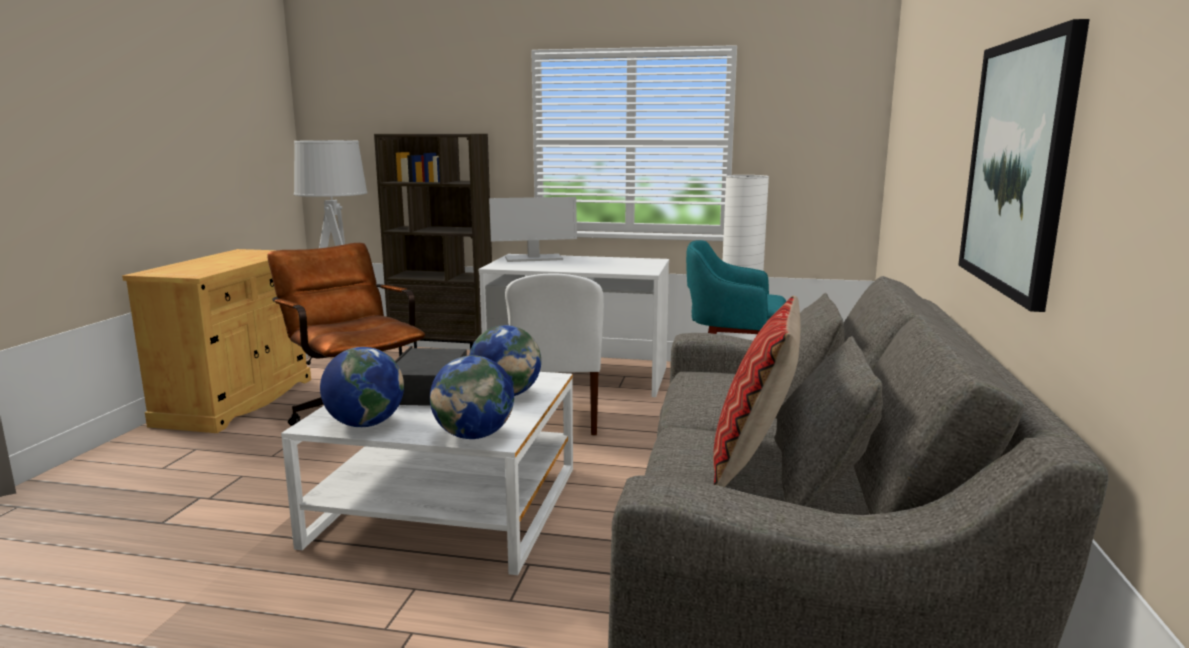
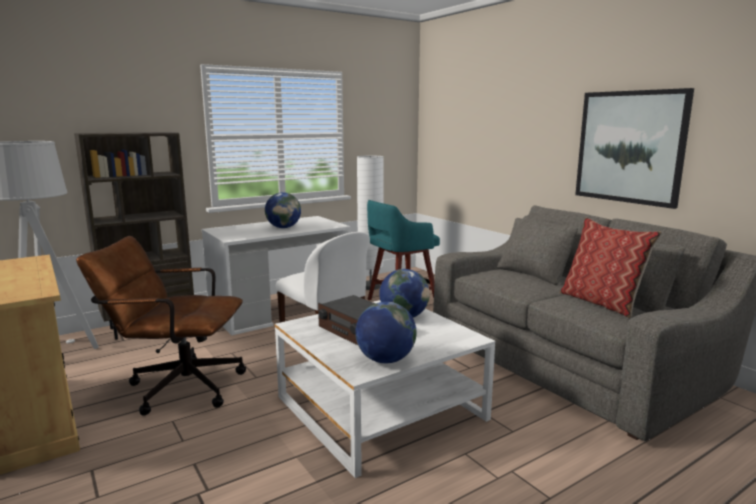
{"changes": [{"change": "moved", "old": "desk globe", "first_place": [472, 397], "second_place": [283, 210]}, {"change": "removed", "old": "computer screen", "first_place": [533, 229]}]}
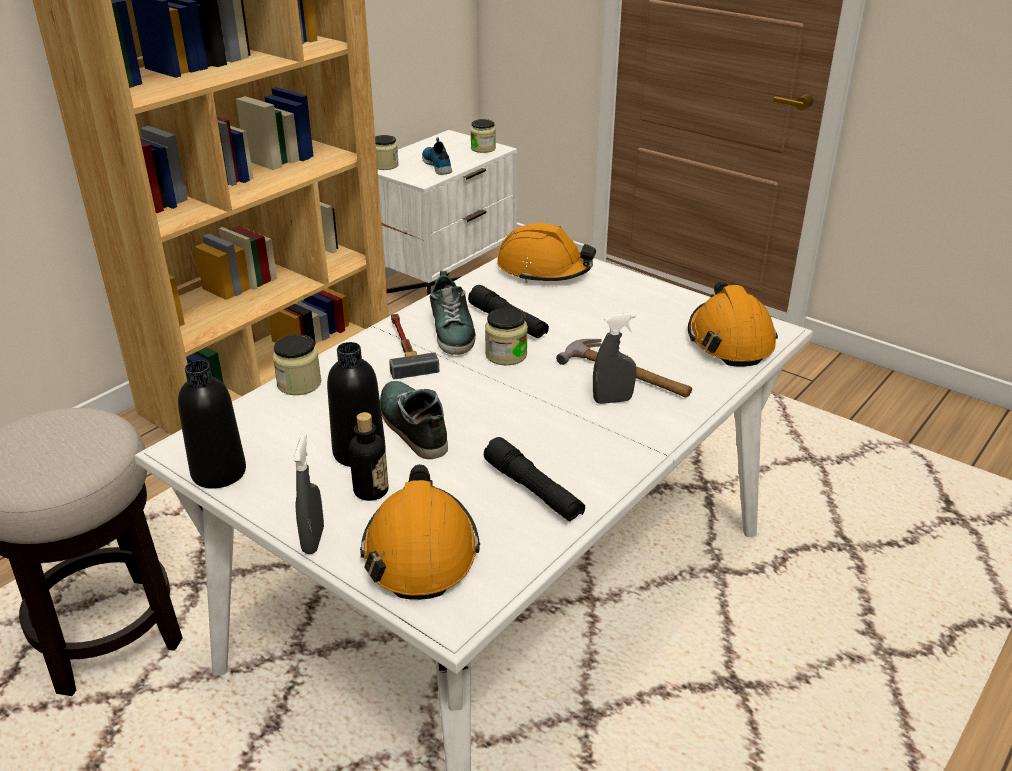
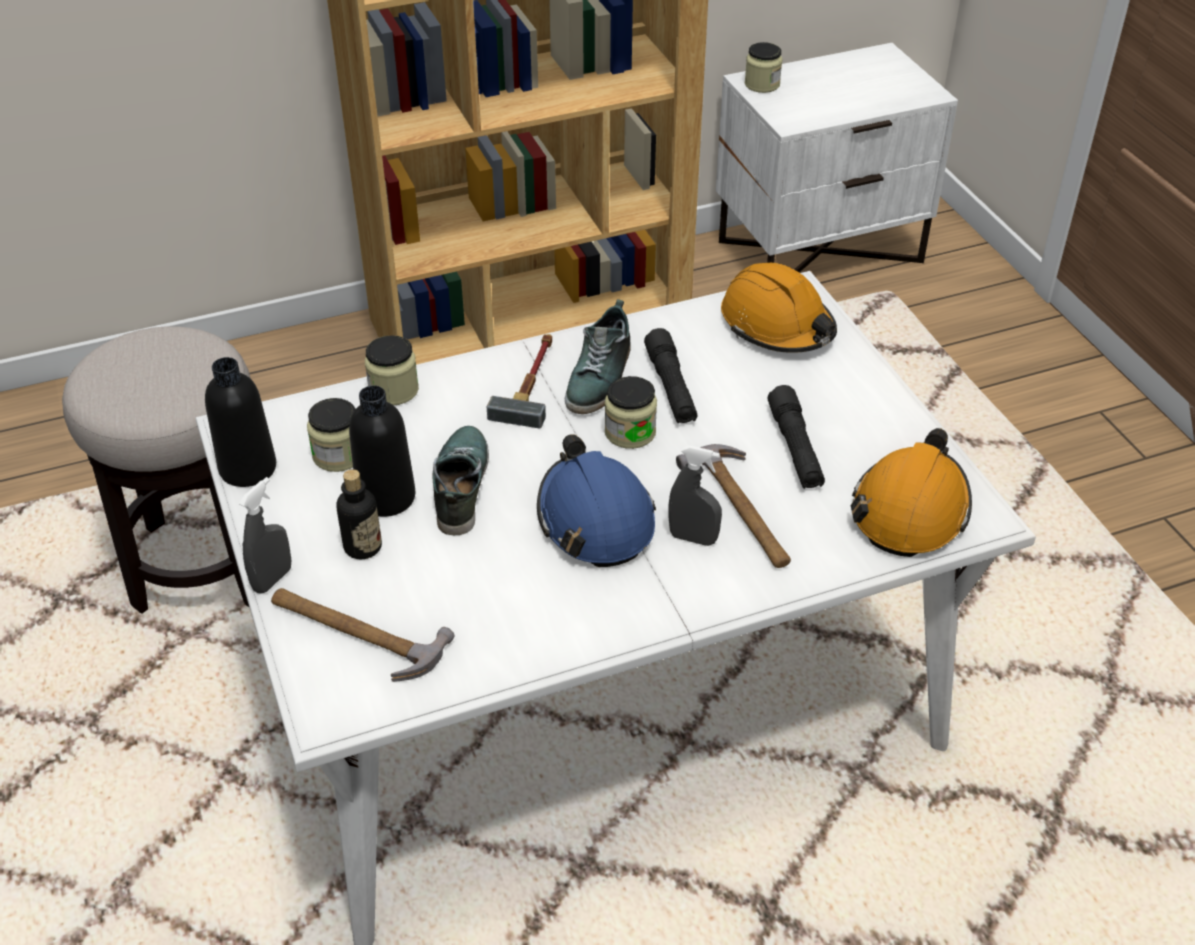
{"changes": [{"change": "replaced", "old": "orangey work helmet", "new": "hand hammer", "first_place": [420, 532], "second_place": [362, 635]}, {"change": "moved", "old": "jar", "first_place": [483, 136], "second_place": [331, 435]}, {"change": "added", "new": "blue work helmet", "second_place": [596, 500]}, {"change": "moved", "old": "black hand torch", "first_place": [534, 479], "second_place": [796, 437]}, {"change": "removed", "old": "low shoe", "first_place": [437, 156]}]}
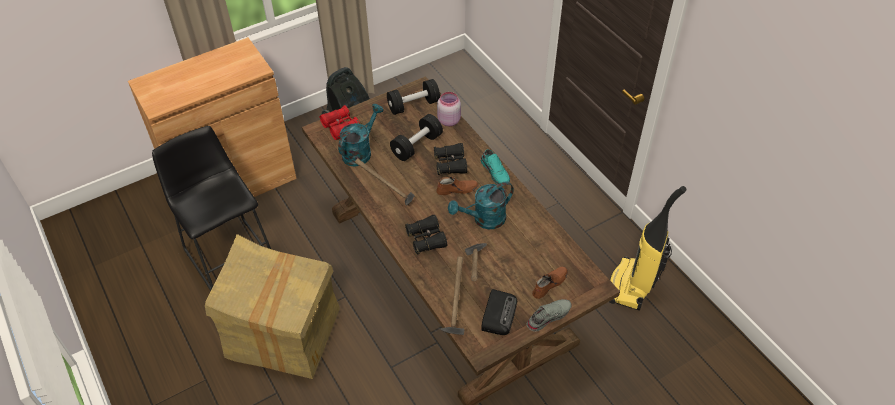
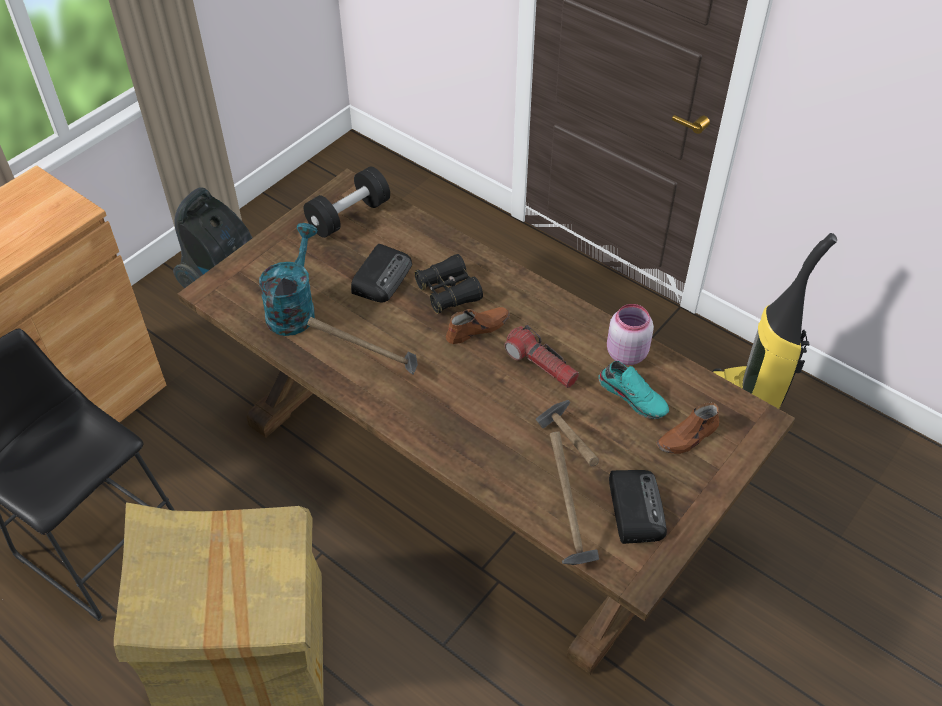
{"changes": [{"change": "replaced", "old": "black dumbbell", "new": "radio set", "first_place": [416, 137], "second_place": [381, 273]}, {"change": "replaced", "old": "turquoise-coloured sprinkling can", "new": "hand torch", "first_place": [481, 205], "second_place": [541, 356]}, {"change": "moved", "old": "turquoise-coloured low shoe", "first_place": [495, 166], "second_place": [634, 390]}, {"change": "moved", "old": "pink jar", "first_place": [449, 109], "second_place": [630, 334]}, {"change": "turned", "old": "brown-coloured low shoe", "first_place": [550, 283], "second_place": [687, 428], "degrees": -150}, {"change": "removed", "old": "red field glasses", "first_place": [339, 122]}, {"change": "removed", "old": "black field glasses", "first_place": [426, 234]}, {"change": "removed", "old": "greyish low shoe", "first_place": [548, 315]}]}
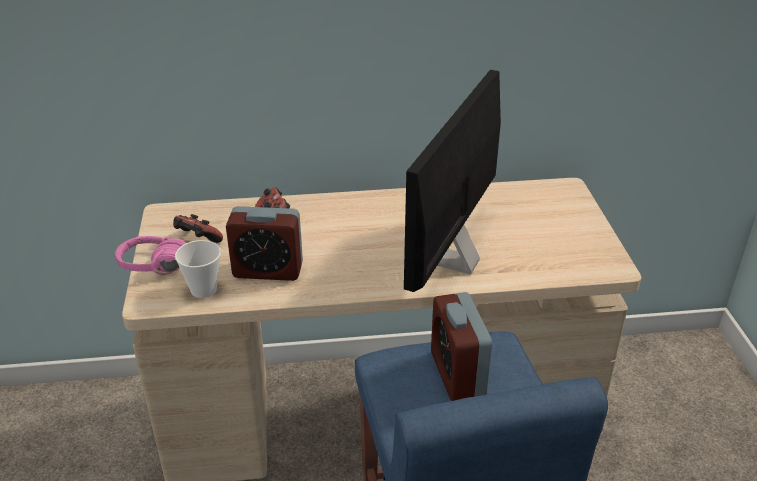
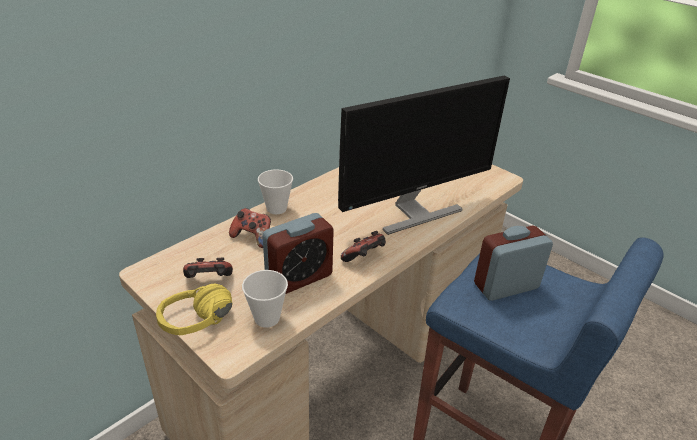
{"changes": [{"change": "recoloured", "old": "pink headset", "new": "yellow headset", "first_place": [150, 255], "second_place": [194, 309]}, {"change": "added", "new": "small cup", "second_place": [275, 191]}, {"change": "turned", "old": "computer screen", "first_place": [452, 181], "second_place": [424, 155], "degrees": -105}, {"change": "added", "new": "joypad", "second_place": [363, 246]}, {"change": "turned", "old": "alarm clock", "first_place": [461, 346], "second_place": [513, 263], "degrees": 120}]}
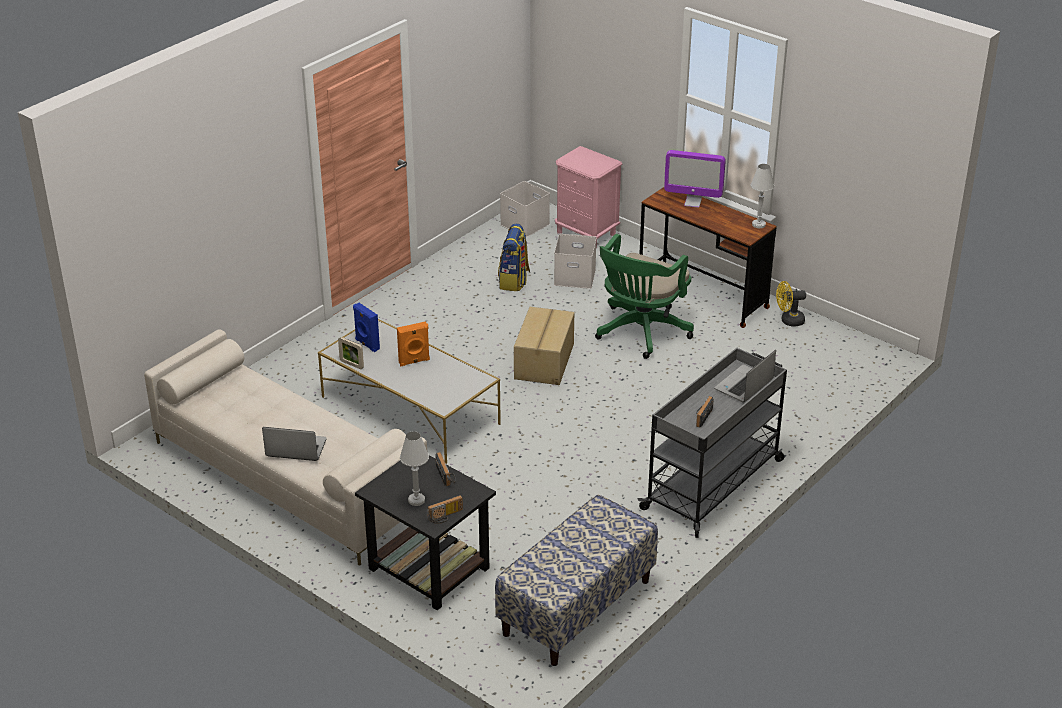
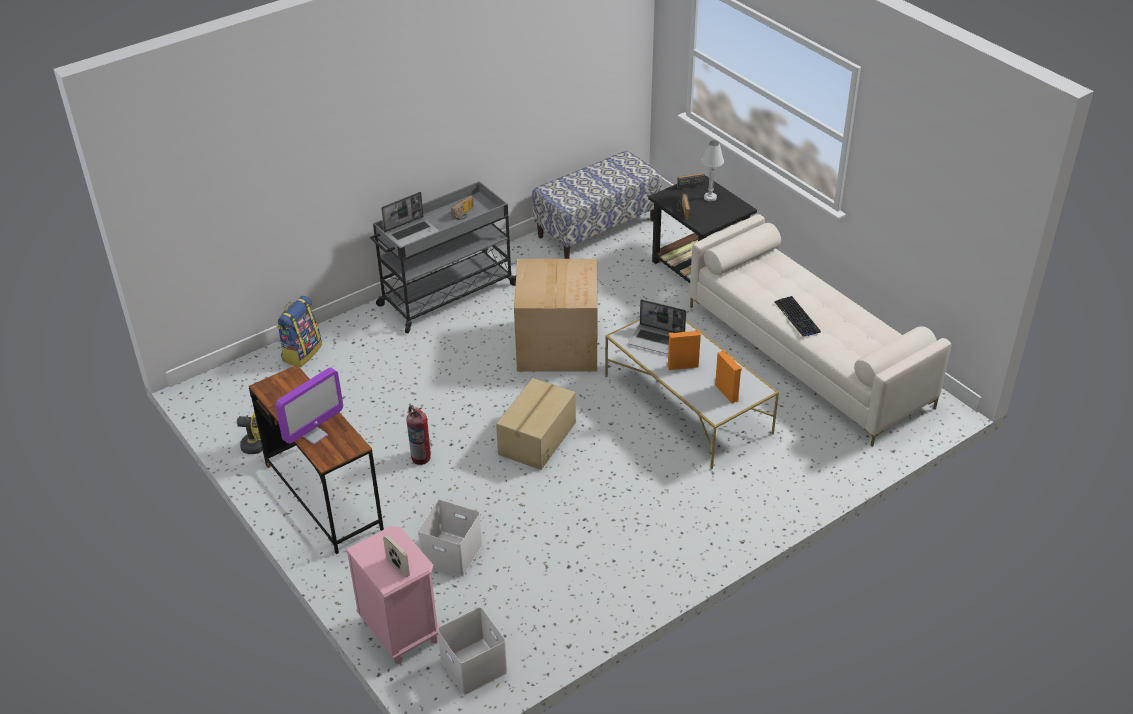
{"changes": [{"change": "turned", "old": "computer screen", "first_place": [695, 179], "second_place": [309, 405], "degrees": 105}, {"change": "moved", "old": "knapsack", "first_place": [514, 257], "second_place": [299, 331]}, {"change": "moved", "old": "picture frame", "first_place": [351, 353], "second_place": [396, 556]}, {"change": "replaced", "old": "greenish computer chair", "new": "extinguisher", "first_place": [644, 296], "second_place": [418, 435]}, {"change": "added", "new": "carton", "second_place": [555, 315]}, {"change": "moved", "old": "portable computer", "first_place": [294, 444], "second_place": [657, 326]}, {"change": "recoloured", "old": "blue speaker", "new": "orangey speaker", "first_place": [366, 327], "second_place": [728, 376]}, {"change": "added", "new": "computer keyboard", "second_place": [798, 316]}, {"change": "removed", "old": "whitish table lamp", "first_place": [762, 196]}]}
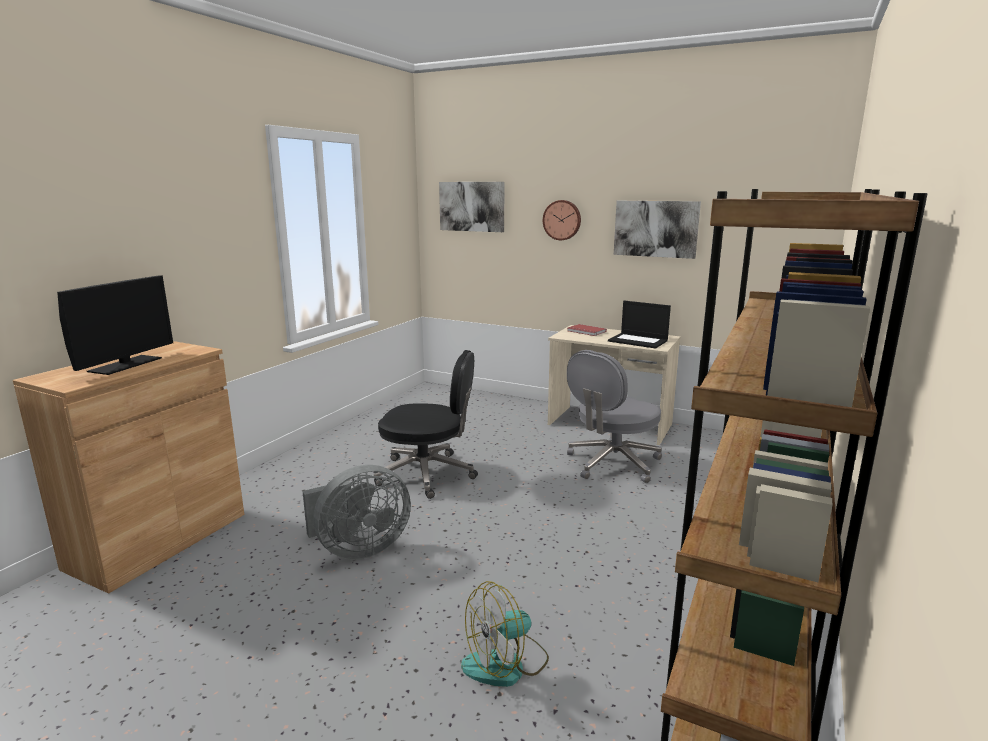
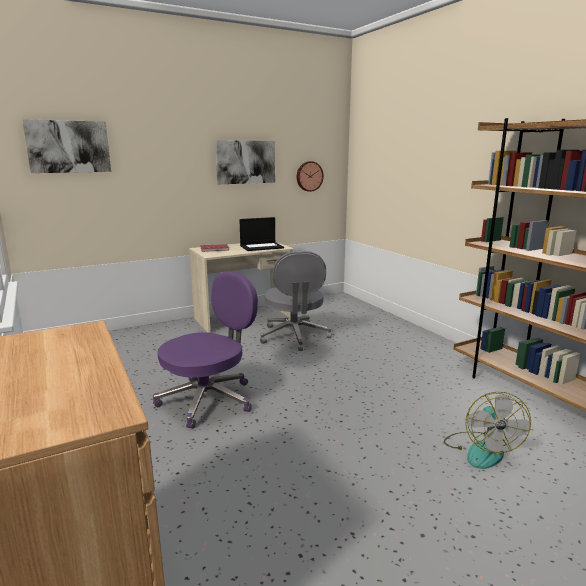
{"changes": [{"change": "recoloured", "old": "black computer chair", "new": "purple-coloured computer chair", "first_place": [426, 424], "second_place": [205, 349]}, {"change": "moved", "old": "wall clock", "first_place": [562, 220], "second_place": [310, 176]}, {"change": "removed", "old": "computer screen", "first_place": [115, 325]}, {"change": "removed", "old": "greyish cooling fan", "first_place": [357, 512]}]}
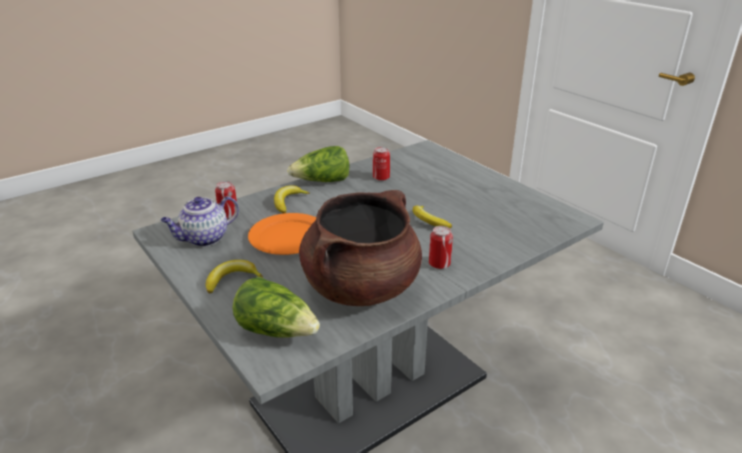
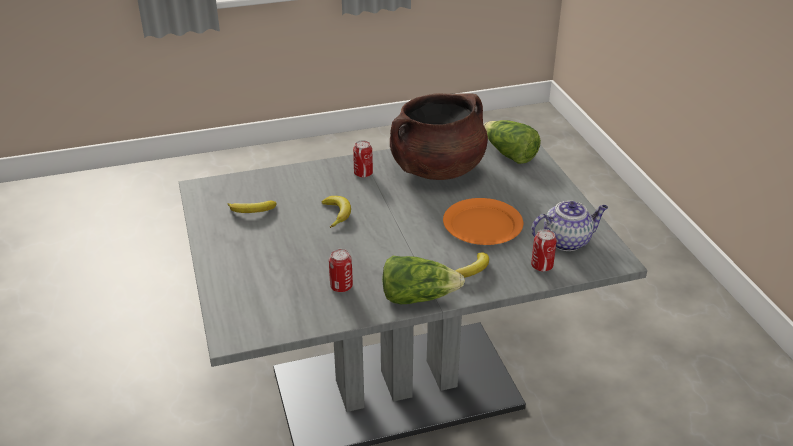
{"changes": [{"change": "moved", "old": "banana fruit", "first_place": [234, 276], "second_place": [252, 207]}]}
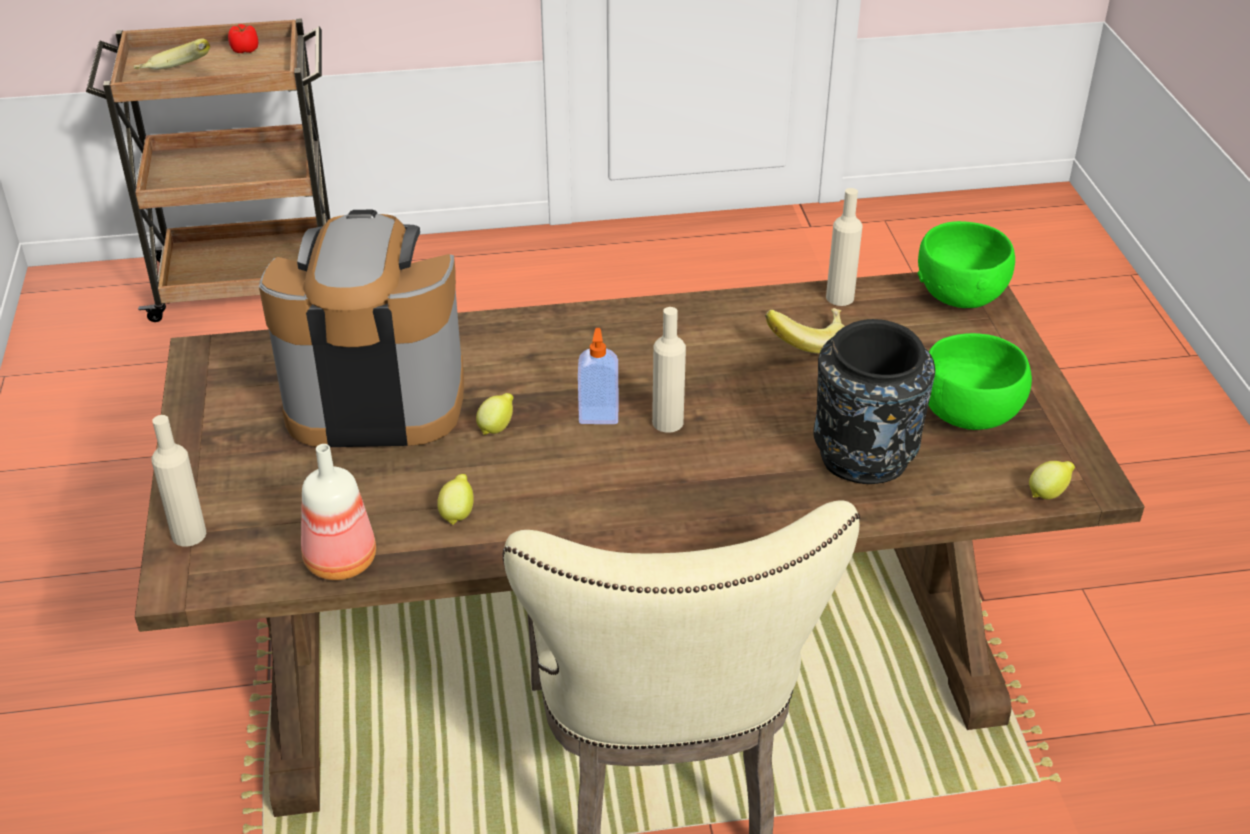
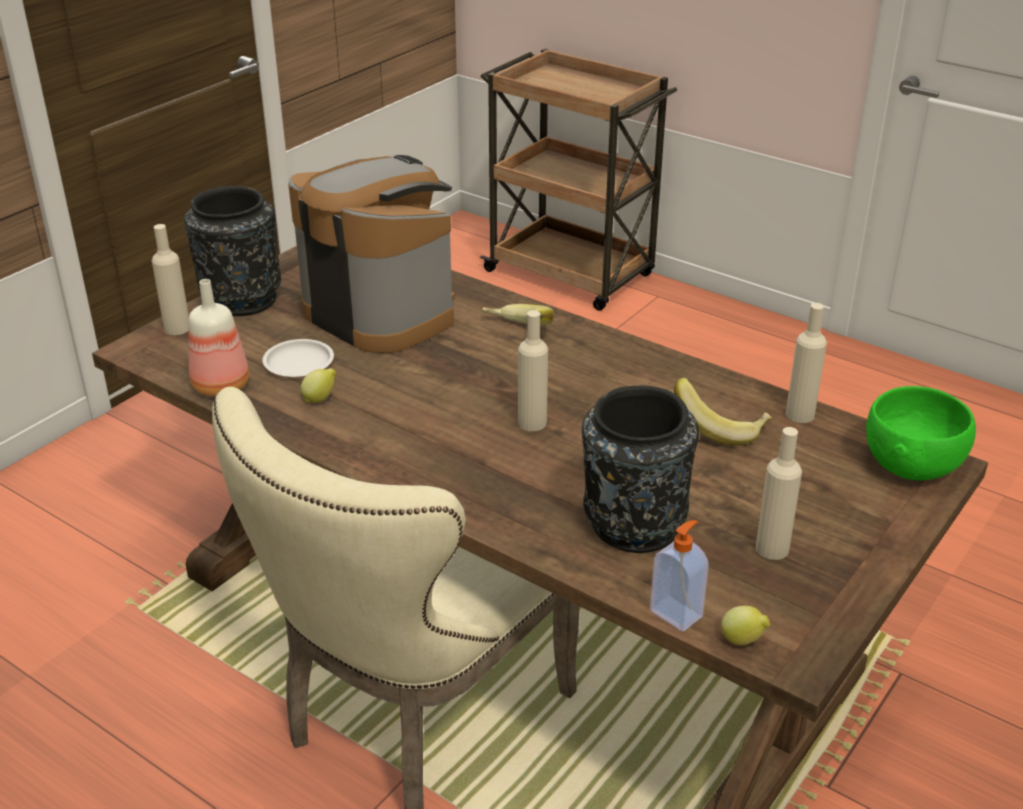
{"changes": [{"change": "added", "new": "black vase", "second_place": [232, 251]}, {"change": "added", "new": "whitish plate", "second_place": [298, 358]}, {"change": "moved", "old": "banana fruit", "first_place": [172, 54], "second_place": [518, 315]}, {"change": "moved", "old": "soap dispenser", "first_place": [598, 376], "second_place": [679, 576]}, {"change": "replaced", "old": "greenish deep dish", "new": "sand-coloured drink bottle", "first_place": [980, 381], "second_place": [779, 493]}, {"change": "removed", "old": "fresh tomato", "first_place": [243, 38]}, {"change": "removed", "old": "lemon", "first_place": [494, 414]}]}
